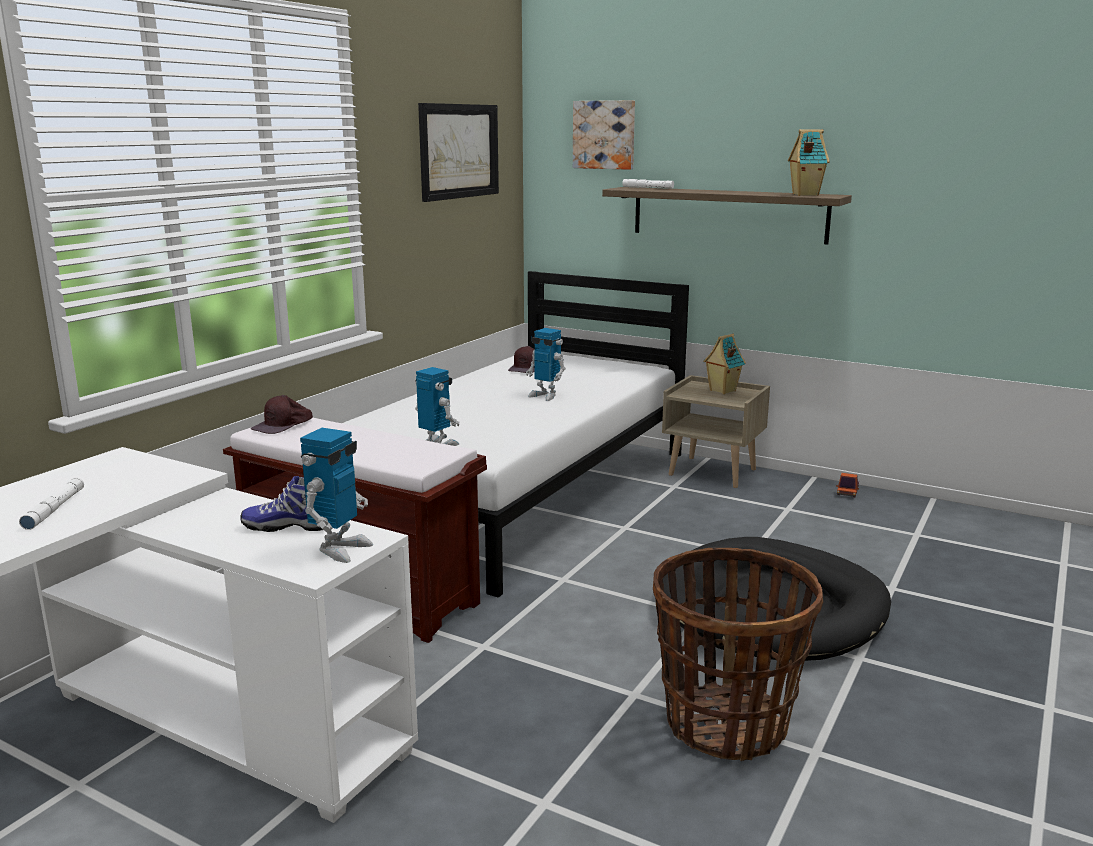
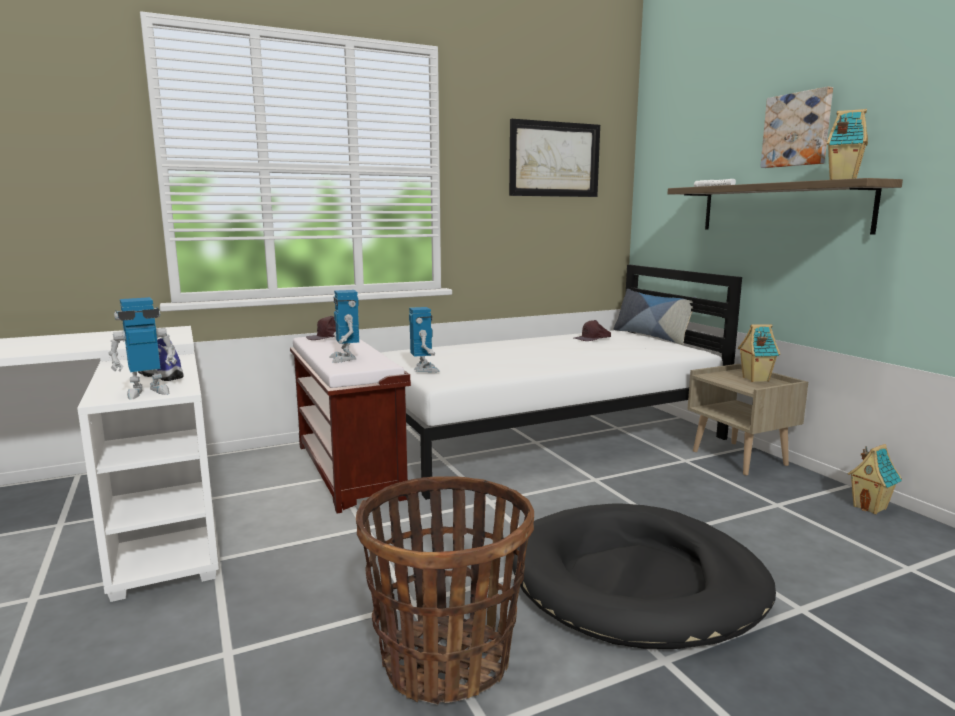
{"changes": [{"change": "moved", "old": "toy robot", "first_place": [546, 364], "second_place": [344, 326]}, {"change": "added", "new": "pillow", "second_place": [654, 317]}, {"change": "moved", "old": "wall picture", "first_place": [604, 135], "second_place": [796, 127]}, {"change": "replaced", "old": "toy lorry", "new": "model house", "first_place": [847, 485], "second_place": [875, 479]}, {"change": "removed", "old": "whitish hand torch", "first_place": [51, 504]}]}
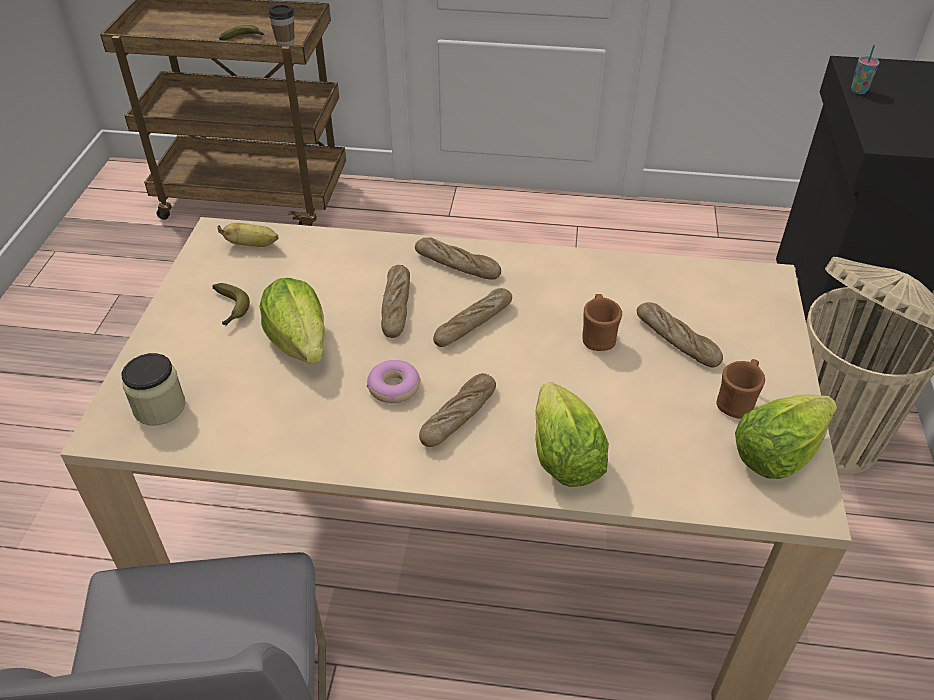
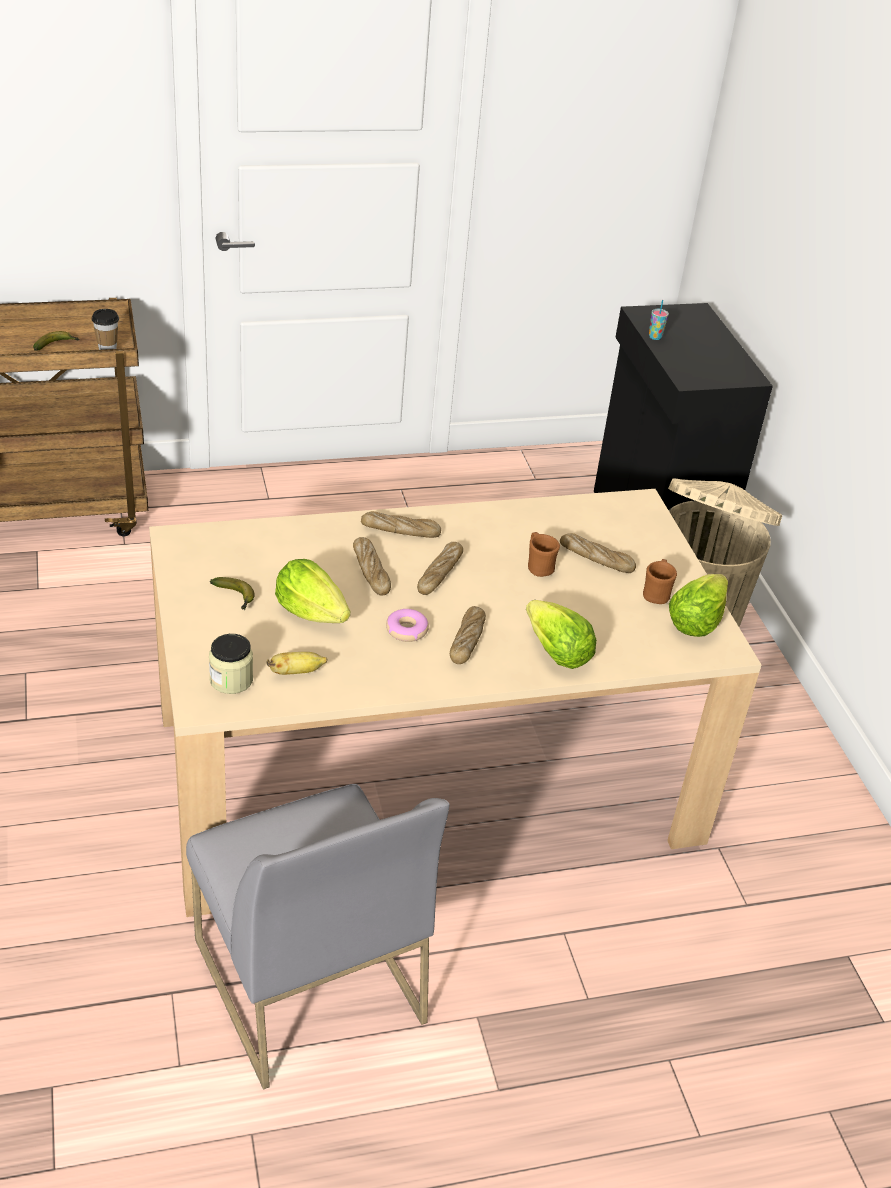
{"changes": [{"change": "moved", "old": "banana fruit", "first_place": [248, 235], "second_place": [296, 663]}]}
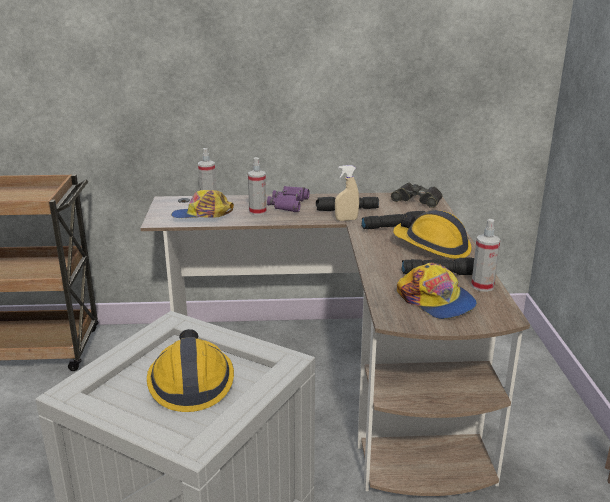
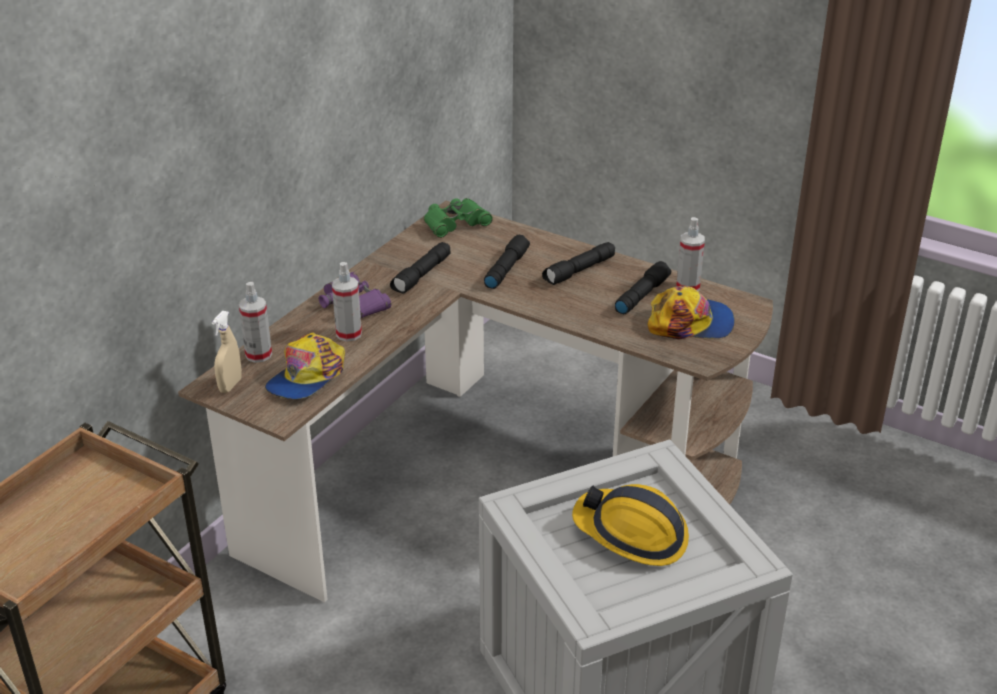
{"changes": [{"change": "moved", "old": "sand-coloured hand sprayer", "first_place": [347, 193], "second_place": [227, 352]}, {"change": "recoloured", "old": "black field glasses", "new": "greenish field glasses", "first_place": [416, 195], "second_place": [458, 218]}, {"change": "replaced", "old": "work helmet", "new": "black hand torch", "first_place": [432, 234], "second_place": [578, 263]}]}
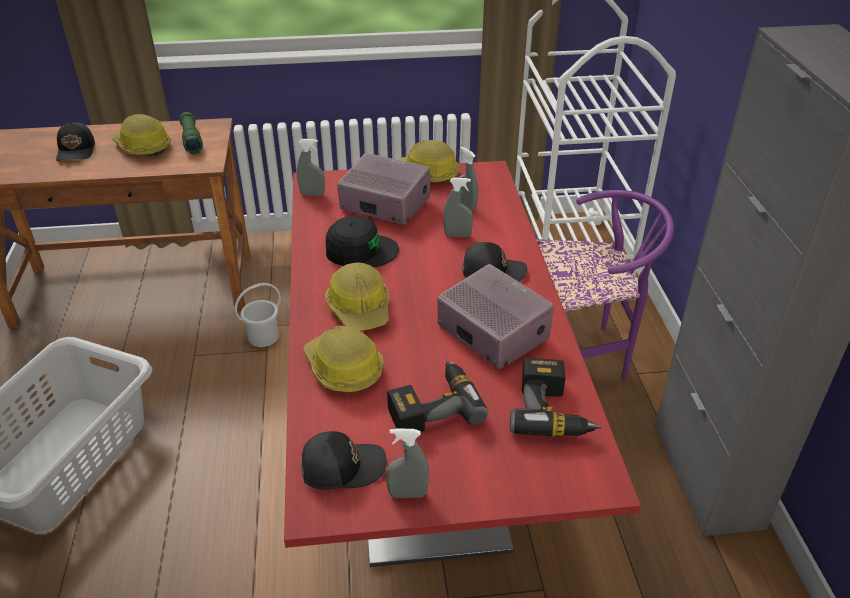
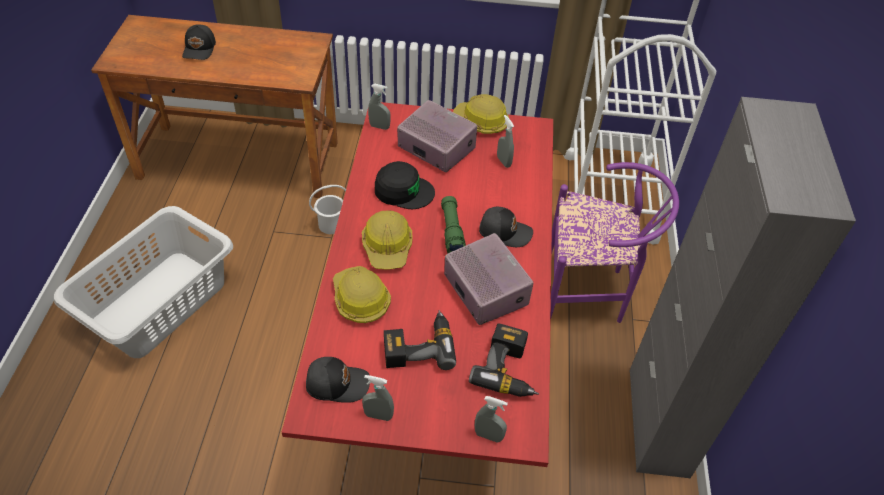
{"changes": [{"change": "moved", "old": "greenish hand torch", "first_place": [191, 133], "second_place": [453, 224]}, {"change": "moved", "old": "greyish hand sprayer", "first_place": [458, 207], "second_place": [491, 419]}, {"change": "removed", "old": "work helmet", "first_place": [141, 135]}]}
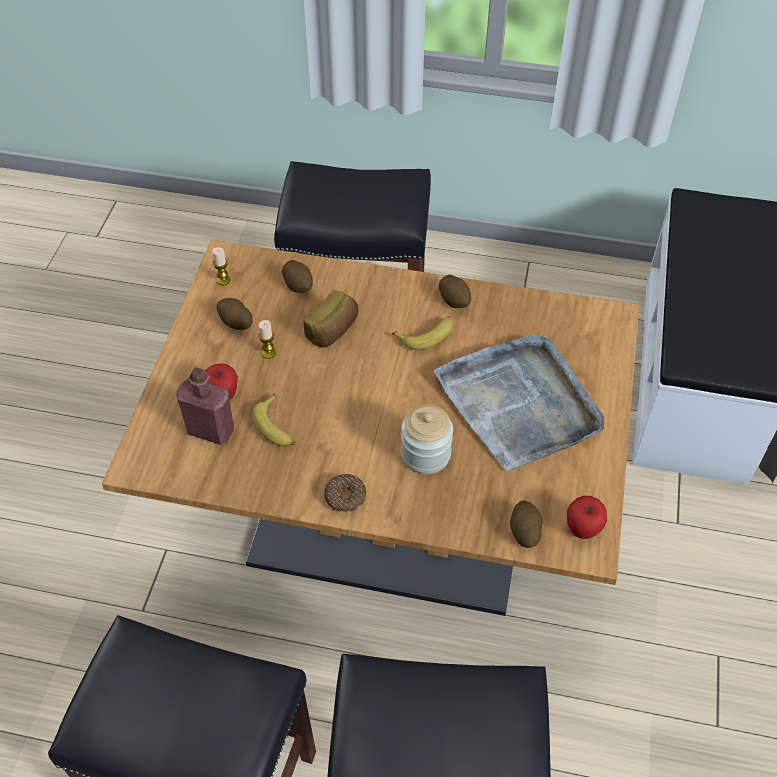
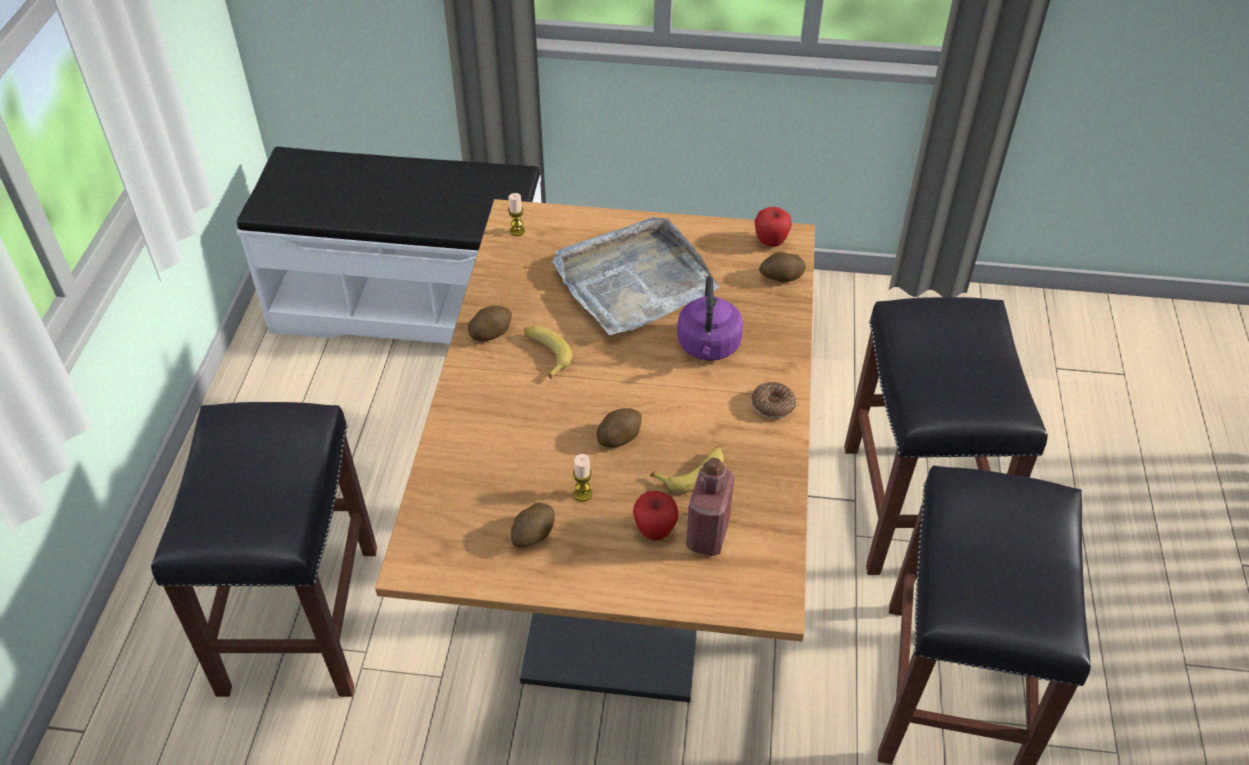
{"changes": [{"change": "moved", "old": "wax candle", "first_place": [221, 266], "second_place": [516, 214]}, {"change": "moved", "old": "spud", "first_place": [297, 276], "second_place": [619, 428]}, {"change": "replaced", "old": "jar", "new": "purple-coloured tea kettle", "first_place": [427, 439], "second_place": [710, 318]}, {"change": "removed", "old": "baked bread", "first_place": [331, 319]}]}
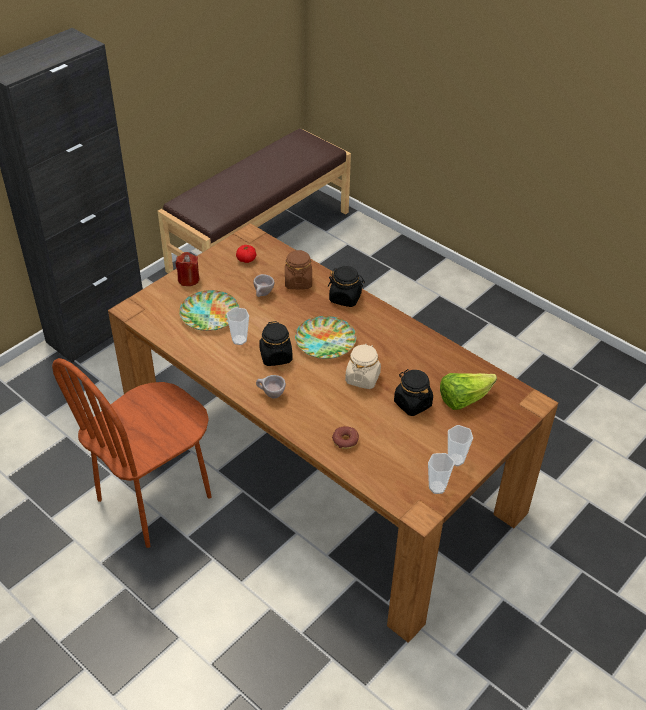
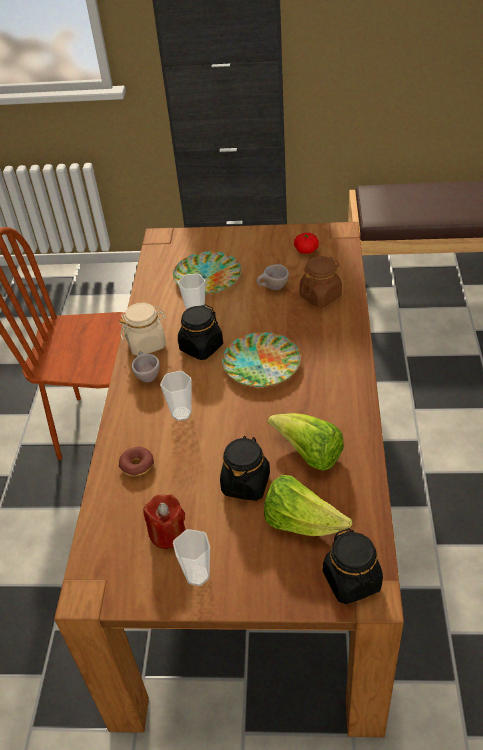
{"changes": [{"change": "moved", "old": "sand-coloured jar", "first_place": [363, 366], "second_place": [142, 329]}, {"change": "moved", "old": "red wax candle", "first_place": [187, 269], "second_place": [164, 521]}, {"change": "moved", "old": "small cup", "first_place": [441, 473], "second_place": [176, 396]}, {"change": "added", "new": "lettuce head", "second_place": [306, 442]}, {"change": "moved", "old": "black jar", "first_place": [346, 286], "second_place": [353, 566]}]}
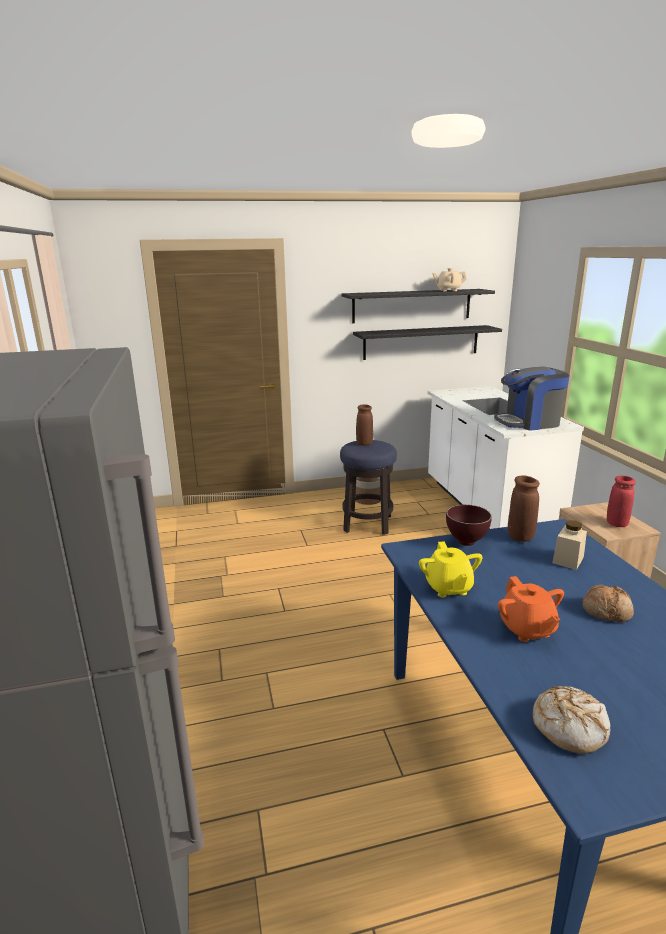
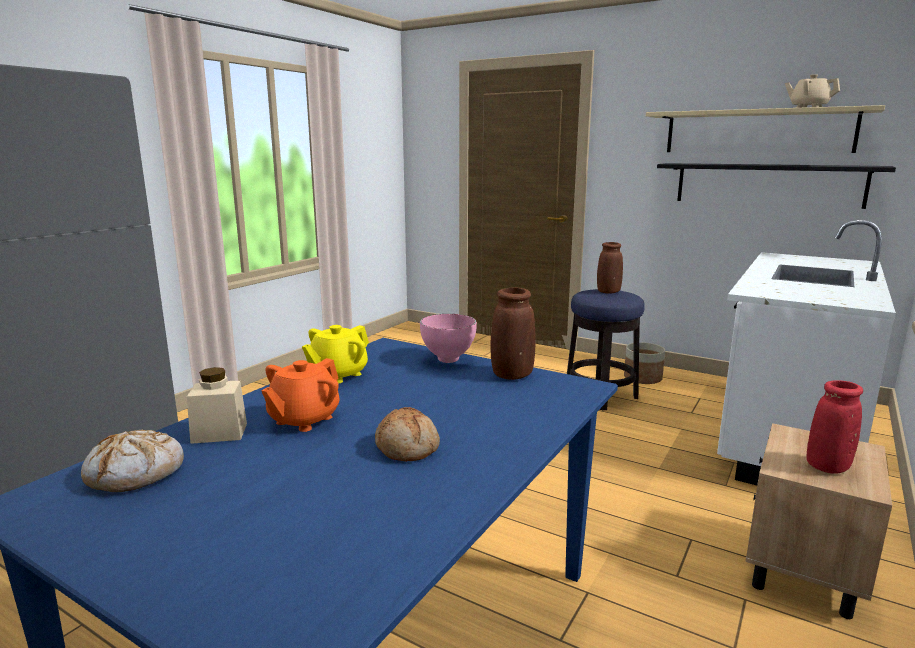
{"changes": [{"change": "moved", "old": "sand-coloured jar", "first_place": [569, 545], "second_place": [217, 405]}, {"change": "recoloured", "old": "brown-coloured deep dish", "new": "pink deep dish", "first_place": [469, 525], "second_place": [448, 338]}, {"change": "recoloured", "old": "black bracket shelf", "new": "sand-coloured bracket shelf", "first_place": [418, 306], "second_place": [765, 129]}, {"change": "removed", "old": "coffee maker", "first_place": [531, 399]}]}
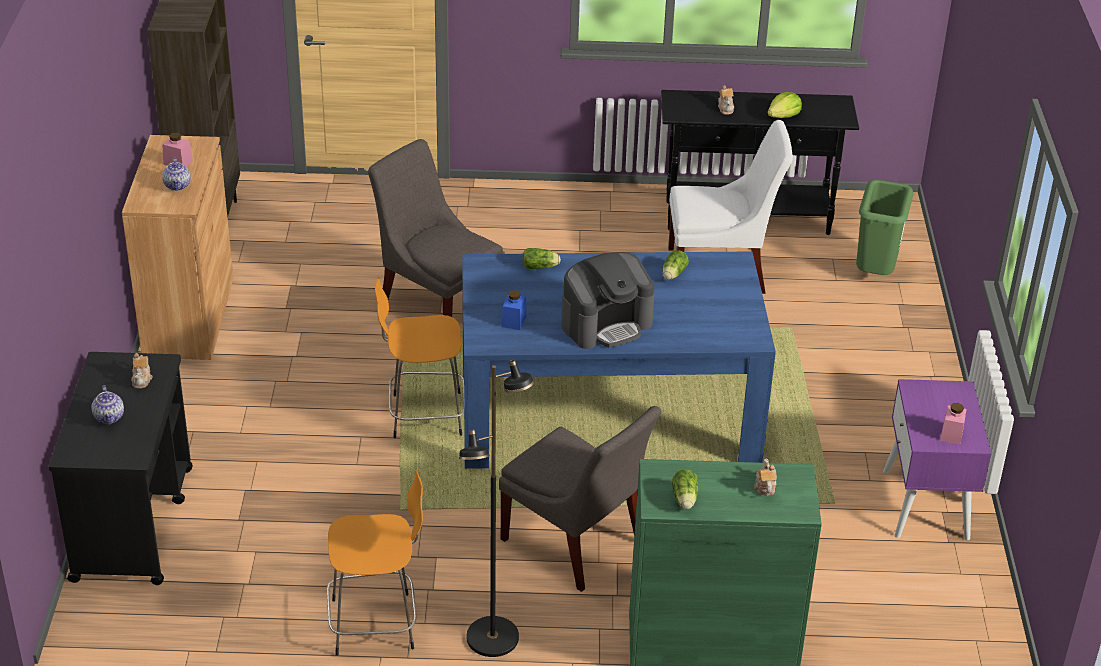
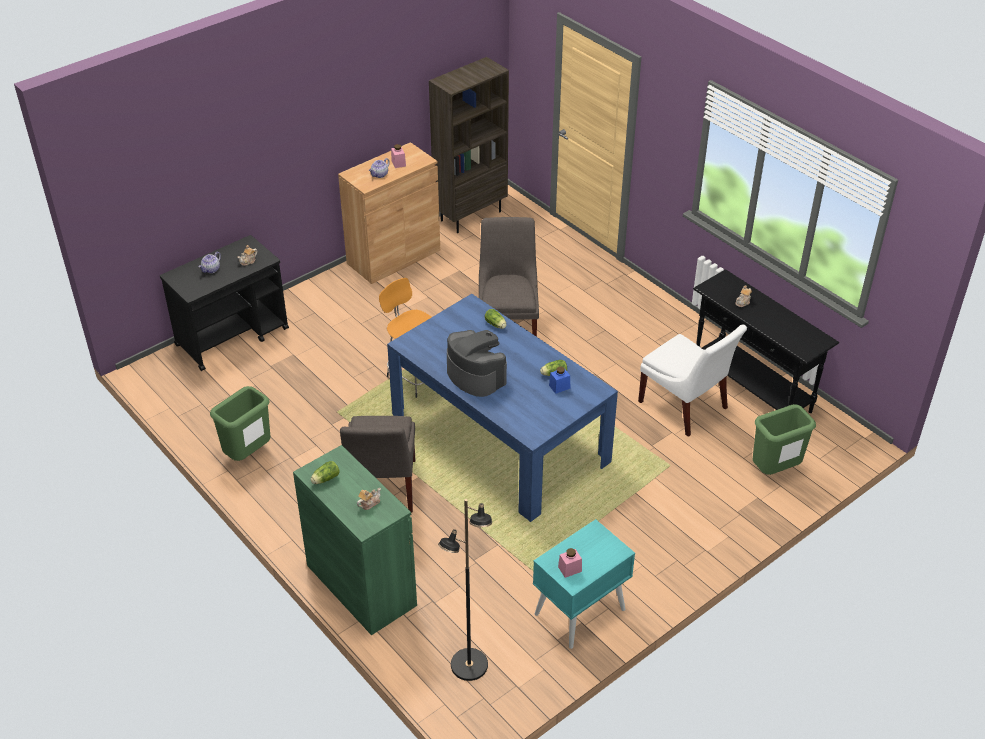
{"changes": [{"change": "replaced", "old": "orangey stool seat", "new": "greenish waste bin", "first_place": [375, 563], "second_place": [240, 423]}, {"change": "moved", "old": "black standing lamp", "first_place": [496, 508], "second_place": [465, 590]}, {"change": "turned", "old": "coffee maker", "first_place": [607, 301], "second_place": [477, 363], "degrees": -150}, {"change": "recoloured", "old": "purple-coloured bedside table", "new": "turquoise-coloured bedside table", "first_place": [937, 459], "second_place": [584, 584]}, {"change": "moved", "old": "blue jar", "first_place": [513, 310], "second_place": [559, 380]}, {"change": "removed", "old": "lettuce head", "first_place": [785, 105]}]}
